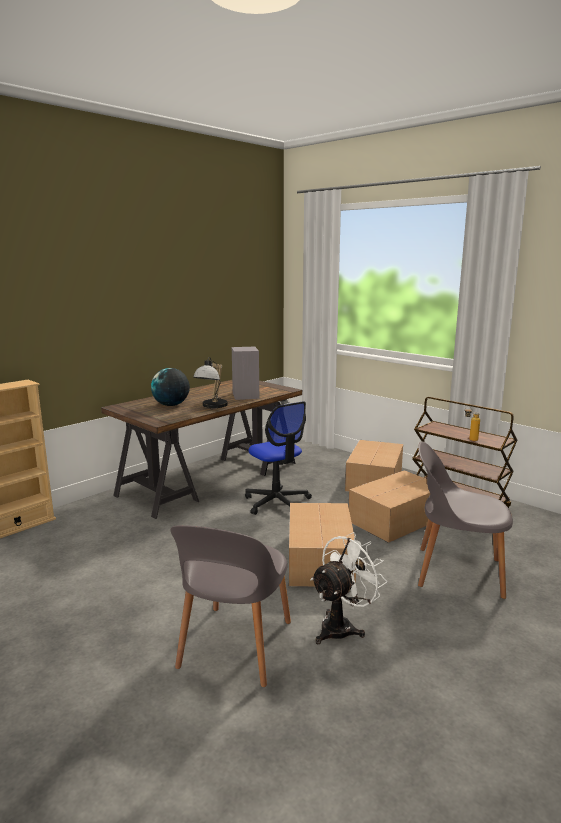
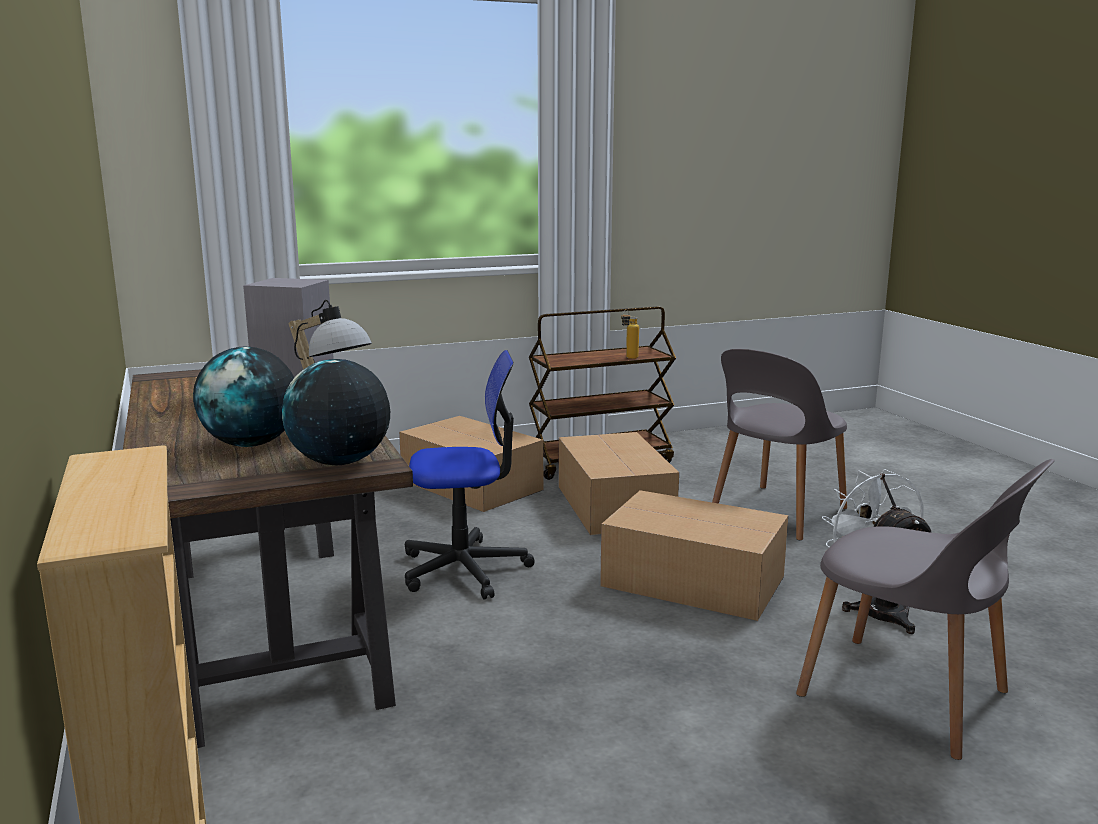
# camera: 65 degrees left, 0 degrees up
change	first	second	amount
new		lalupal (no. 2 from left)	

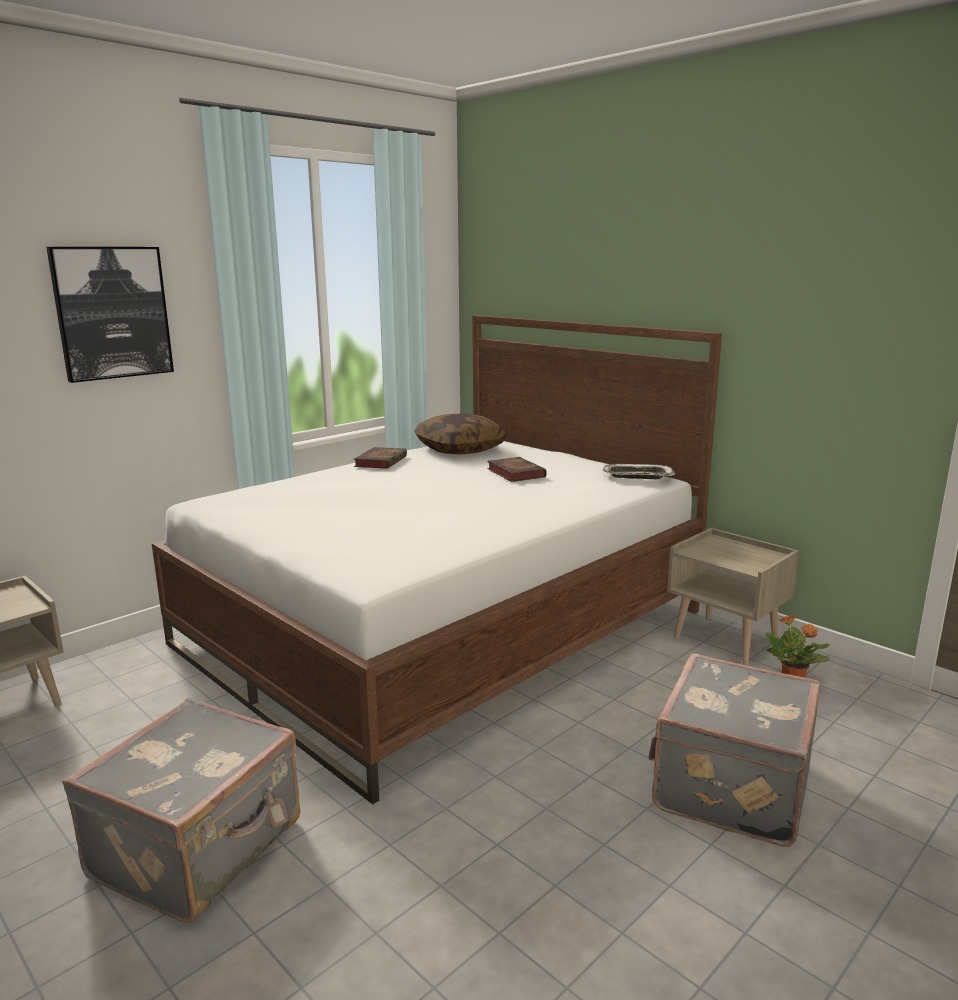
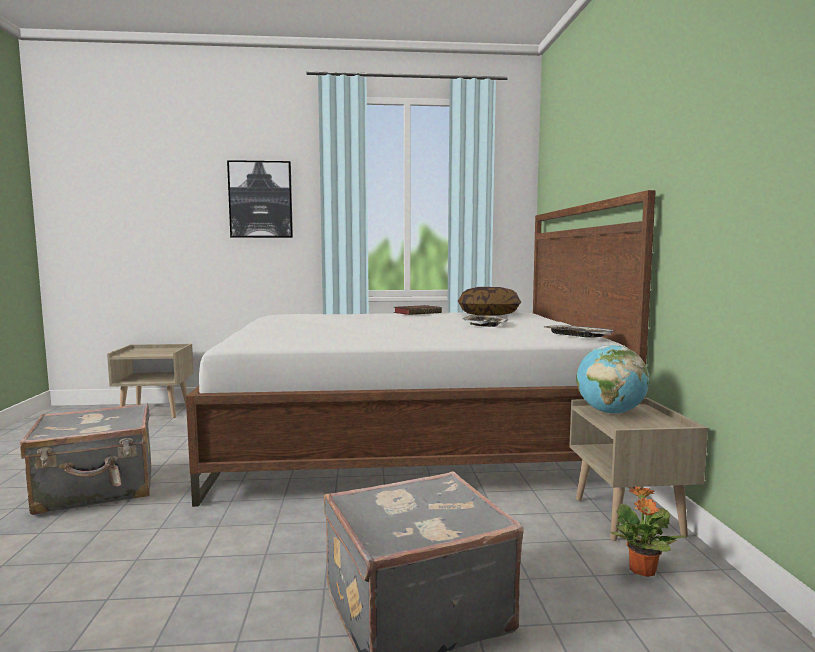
# camera: 40 degrees right, 10 degrees down
change	first	second	amount
swapped	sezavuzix (no. 2 from left)	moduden (no. 1 from left)	
new		lalupal	

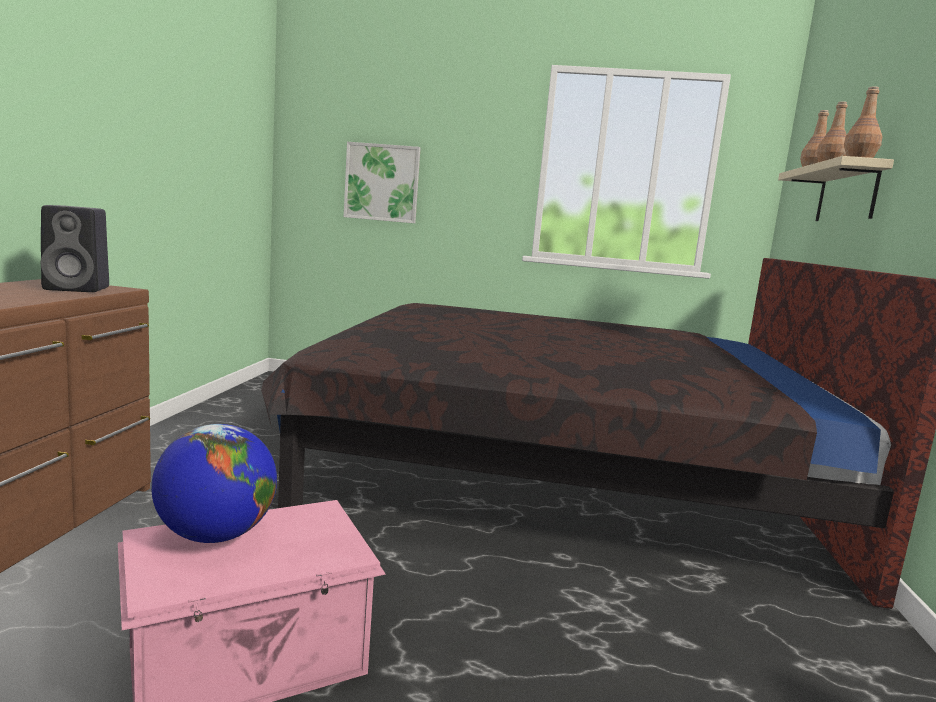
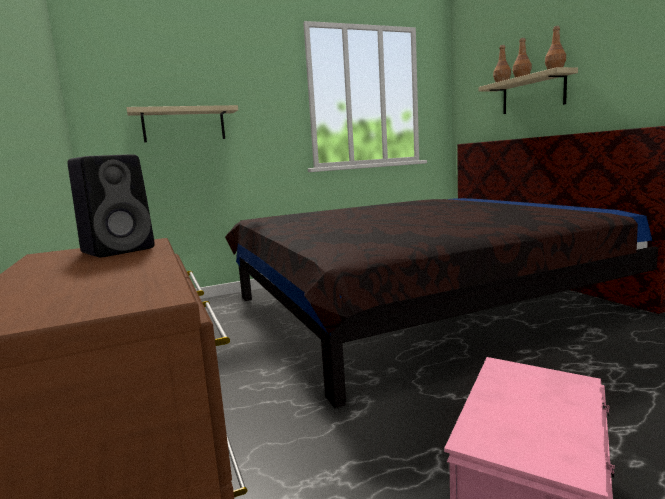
# camera: 30 degrees left, 0 degrees up
change	first	second	amount
swapped	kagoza	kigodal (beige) (no. 1 from left)	
gone	lalupal		

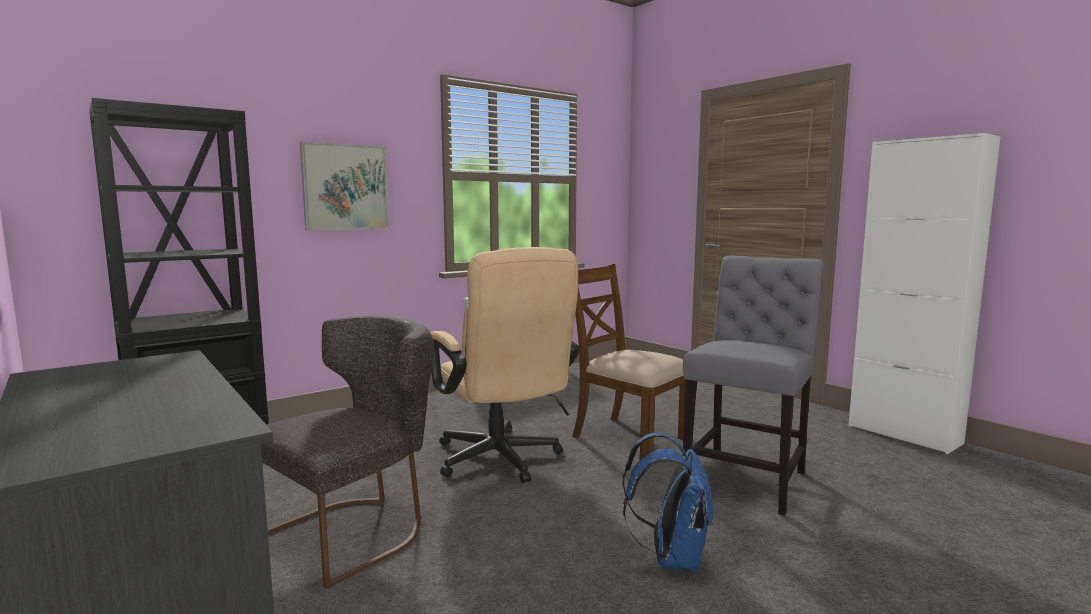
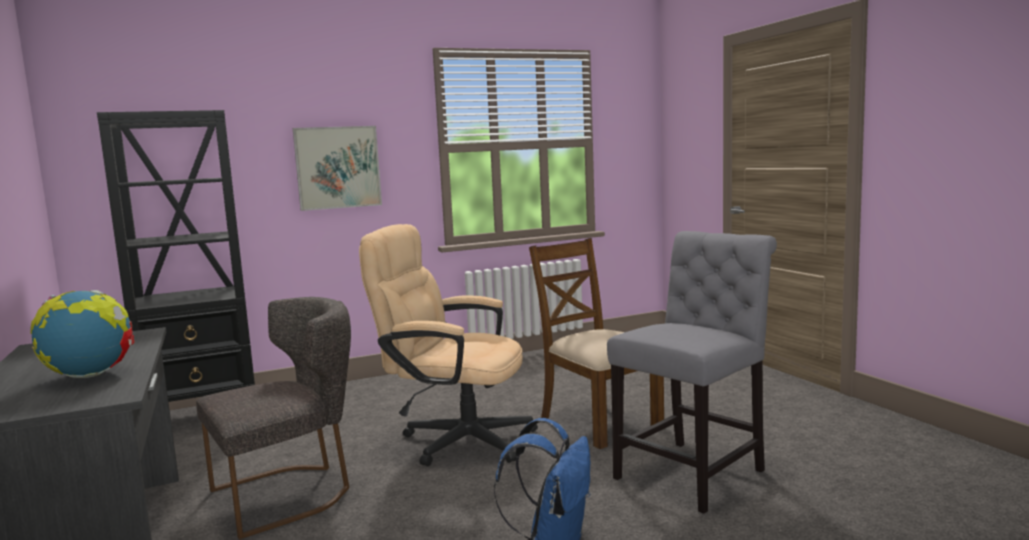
# camera: 15 degrees right, 0 degrees up
change	first	second	amount
gone	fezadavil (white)		
rotated	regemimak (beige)		120 degrees clockwise
new		lalupal	

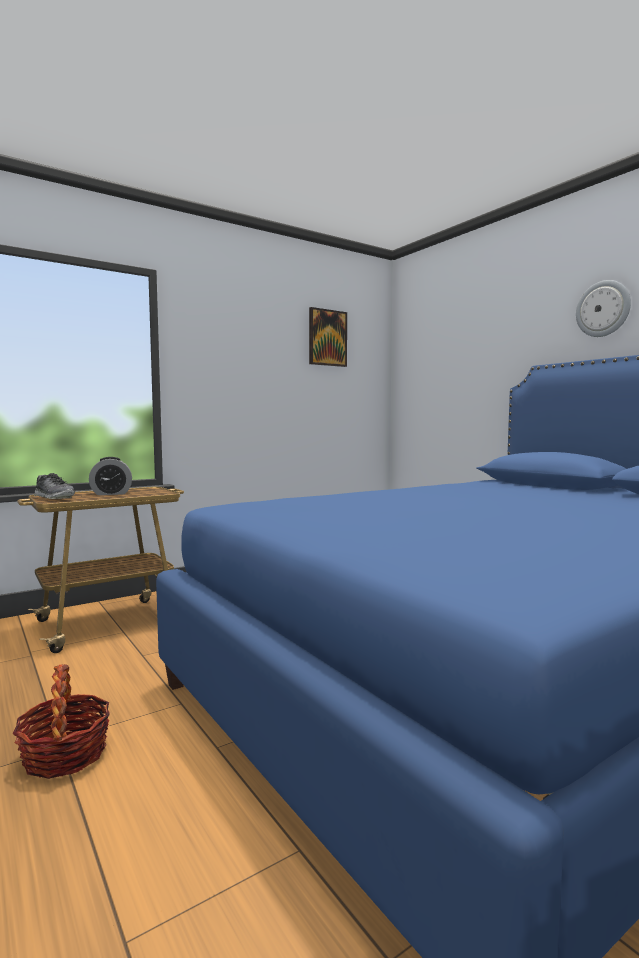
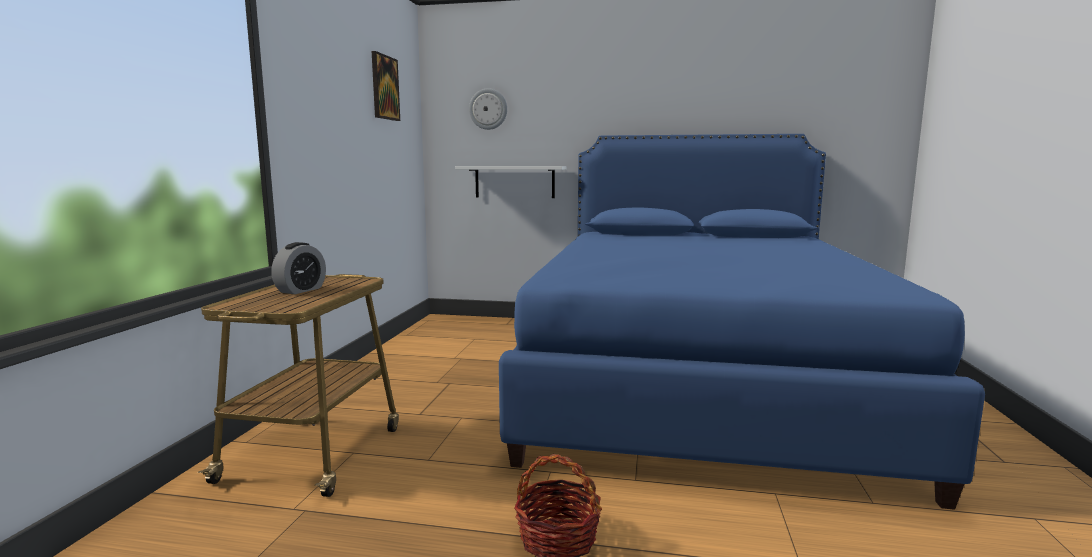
# camera: 45 degrees left, 5 degrees up
change	first	second	amount
shifted	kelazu		
gone	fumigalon		
new		kigodal (white)	

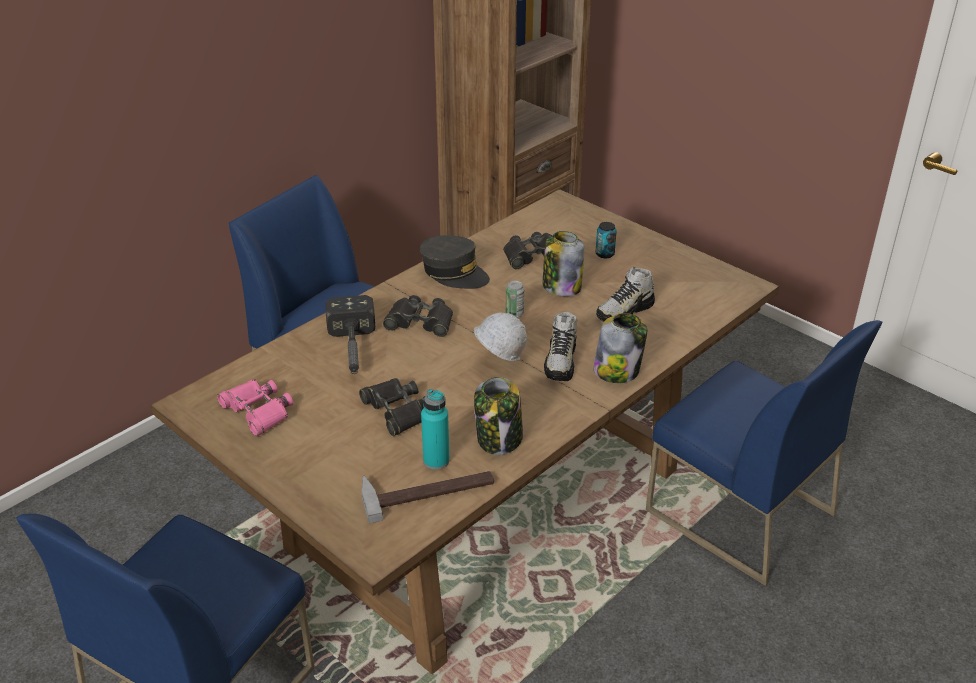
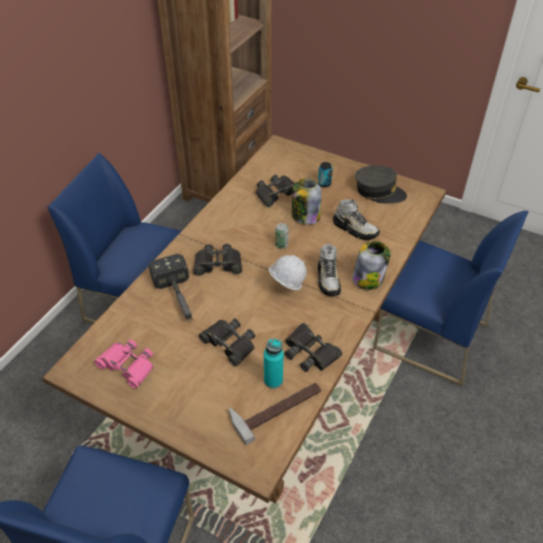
# camera: 15 degrees left, 10 degrees up
change	first	second	amount
shifted	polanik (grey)		
rotated	fumigalon (no. 2 from left)		90 degrees counterclockwise
swapped	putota (no. 1 from left)	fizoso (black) (no. 4 from left)	

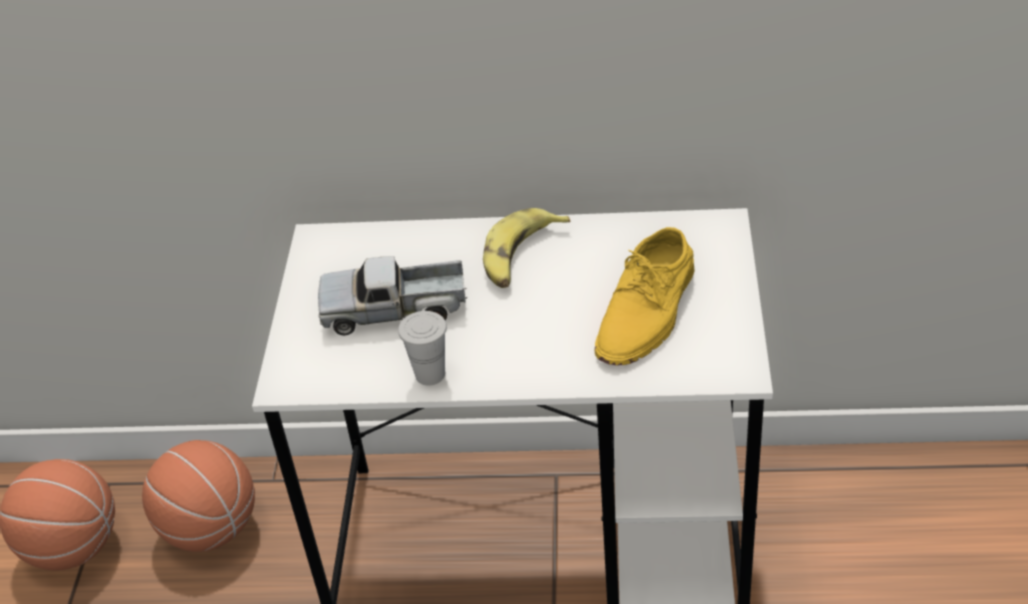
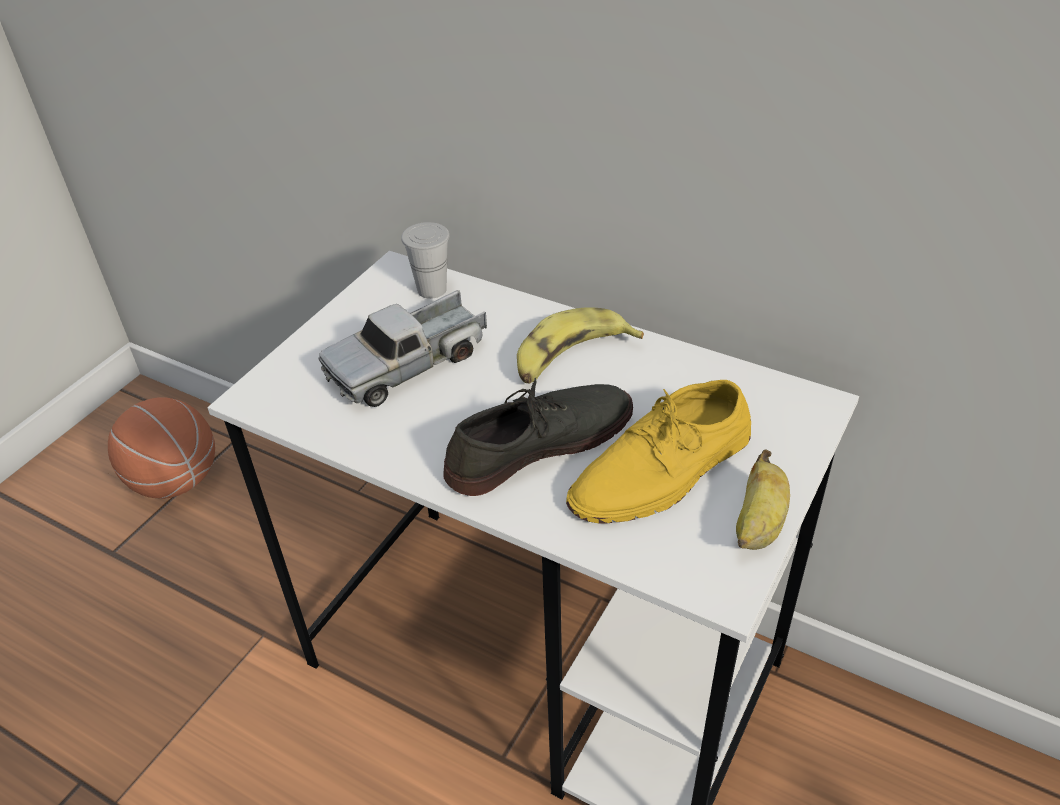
# camera: 25 degrees right, 0 degrees up
change	first	second	amount
rotated	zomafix		60 degrees counterclockwise
shifted	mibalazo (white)		
gone	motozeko (no. 2 from left)		
new		fumigalon (grey)	
new		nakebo (no. 2 from left)	

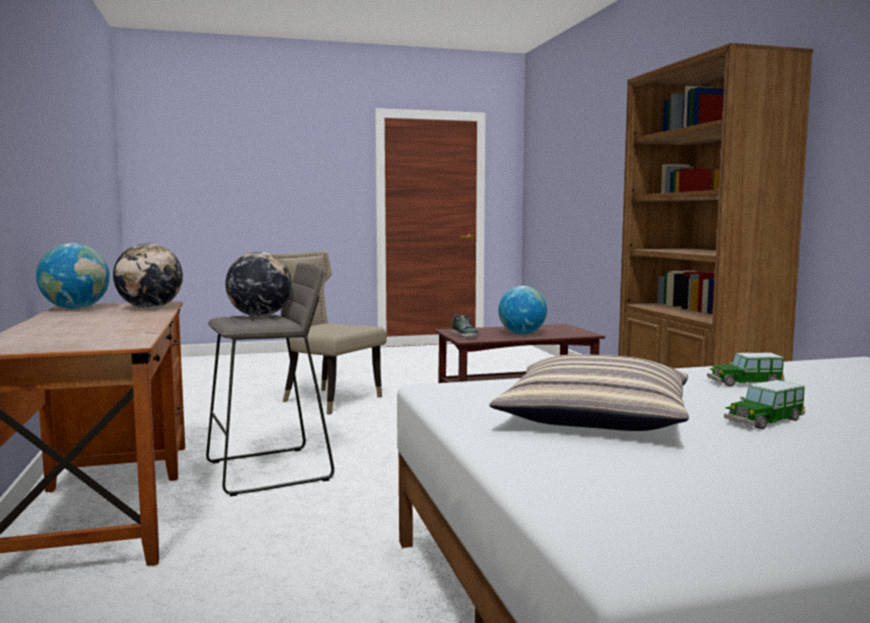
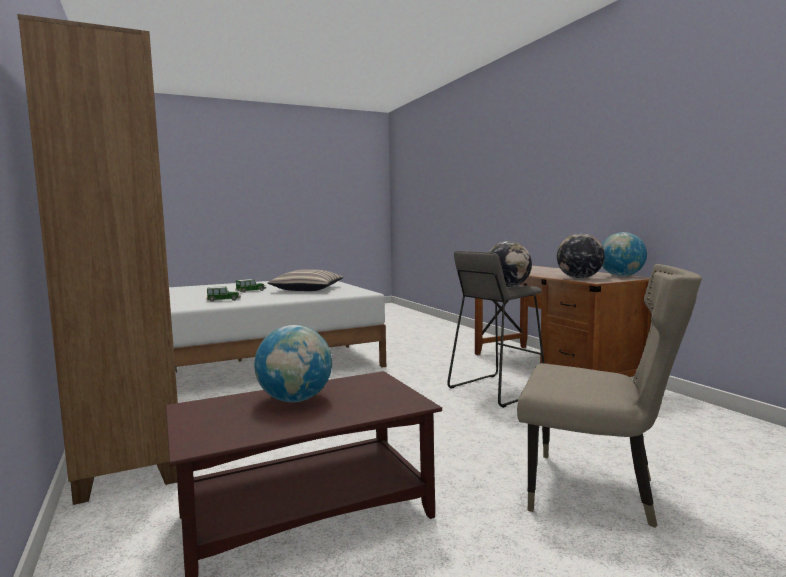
# camera: 170 degrees right, 0 degrees up
change	first	second	amount
gone	fumigalon		

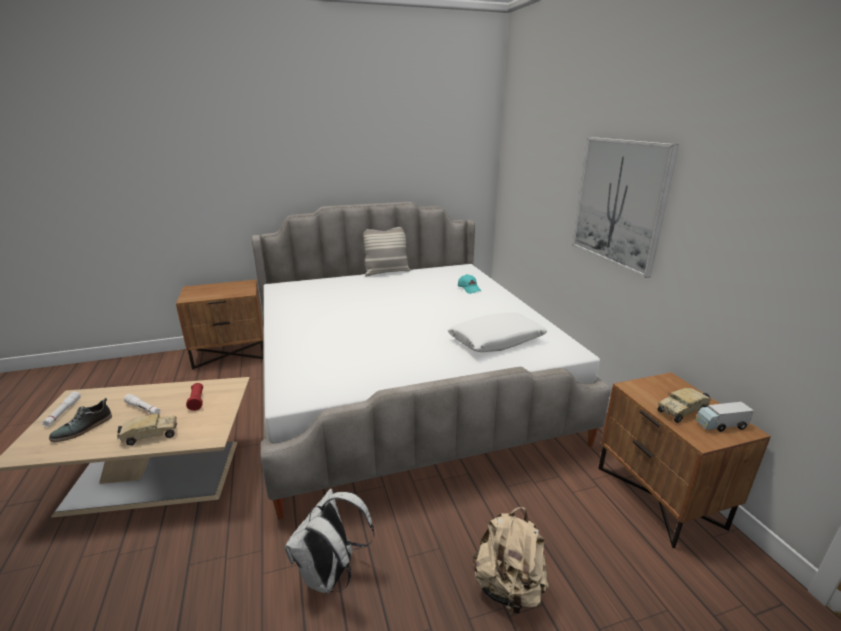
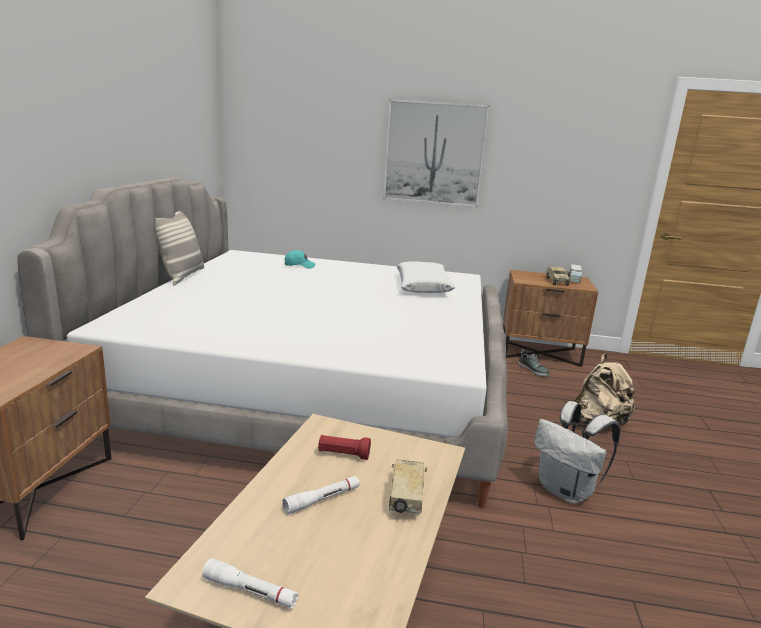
# camera: 65 degrees left, 5 degrees down
change	first	second	amount
shifted	fumigalon		

